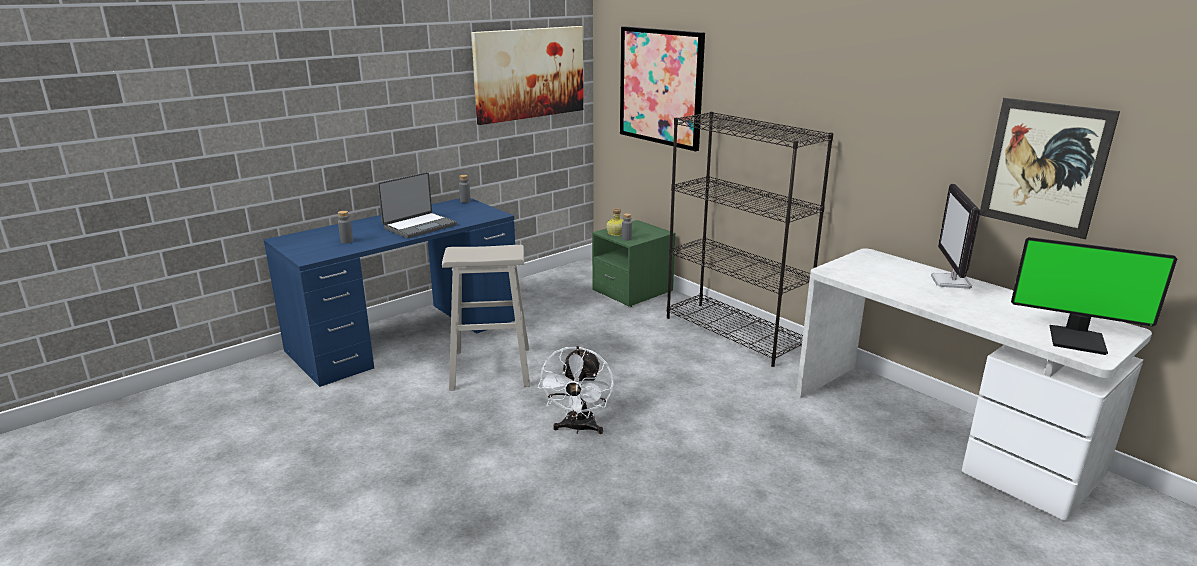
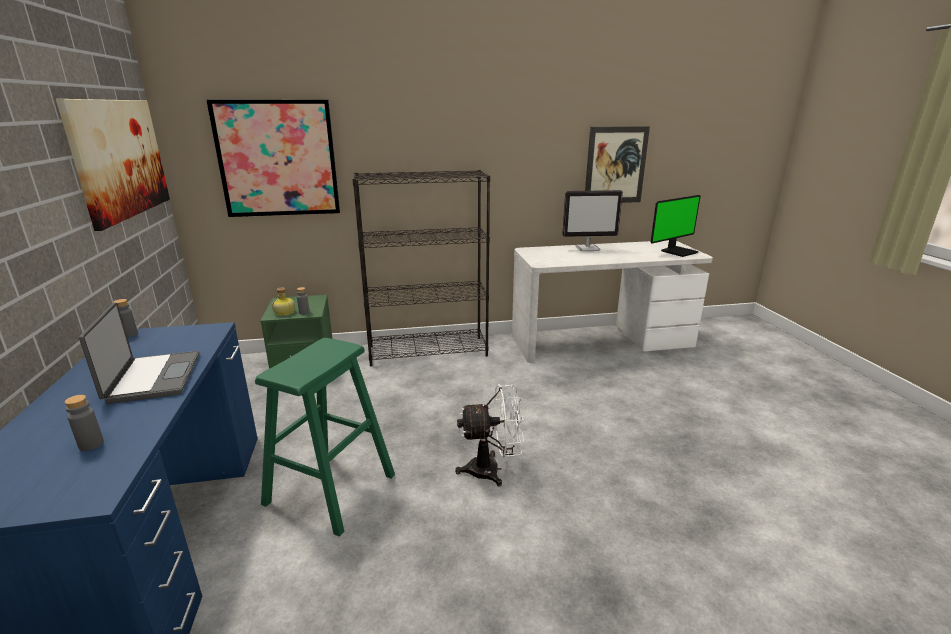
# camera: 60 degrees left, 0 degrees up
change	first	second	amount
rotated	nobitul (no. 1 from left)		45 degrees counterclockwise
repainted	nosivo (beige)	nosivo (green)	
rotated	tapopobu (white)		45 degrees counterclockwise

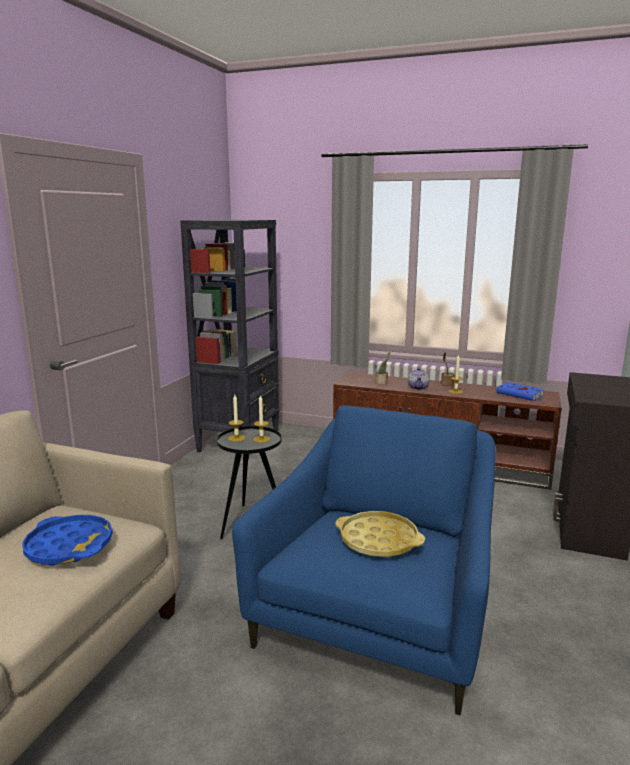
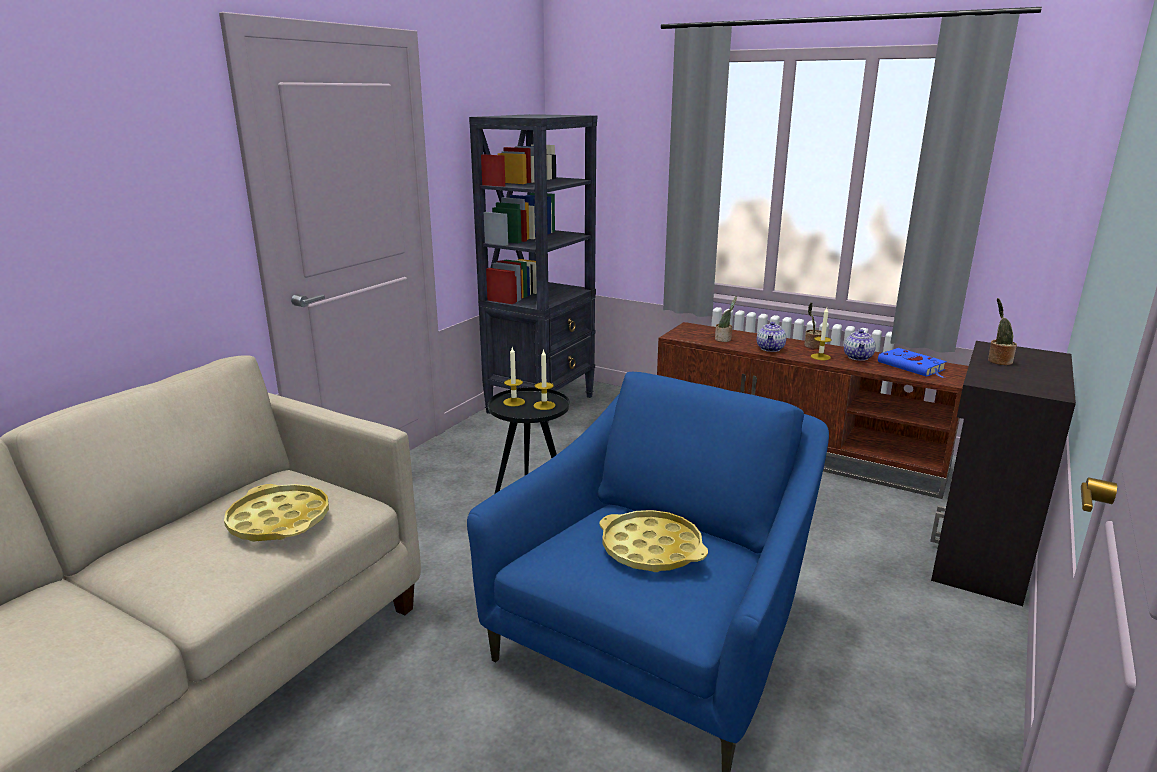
# camera: 10 degrees right, 5 degrees up
change	first	second	amount
repainted	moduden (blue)	moduden (yellow) (no. 1 from left)	
new		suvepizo (no. 3 from left)	
new		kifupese (no. 2 from left)	

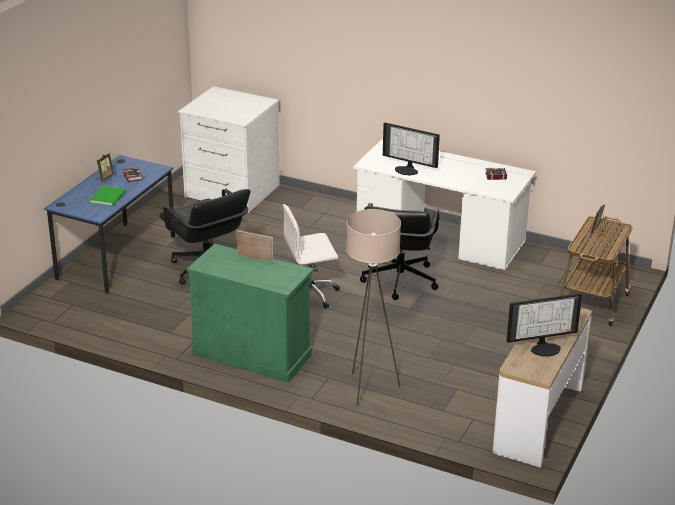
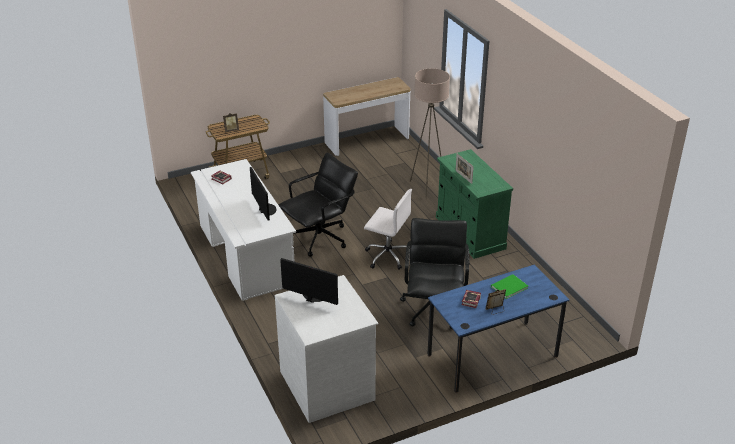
# camera: 140 degrees left, 5 degrees up
change	first	second	amount
shifted	nobitul (no. 2 from left)		

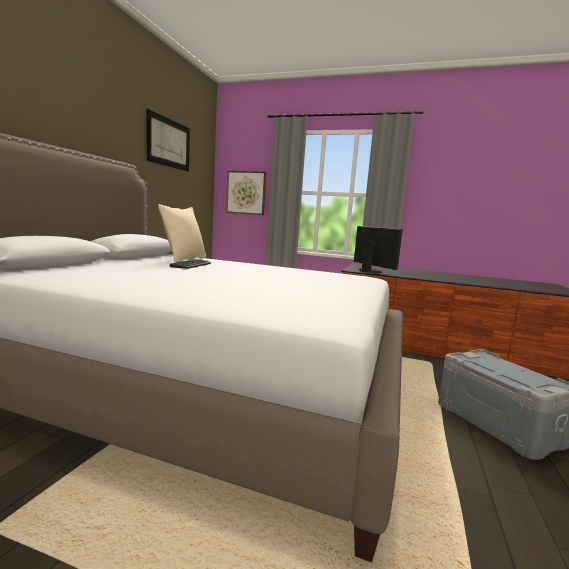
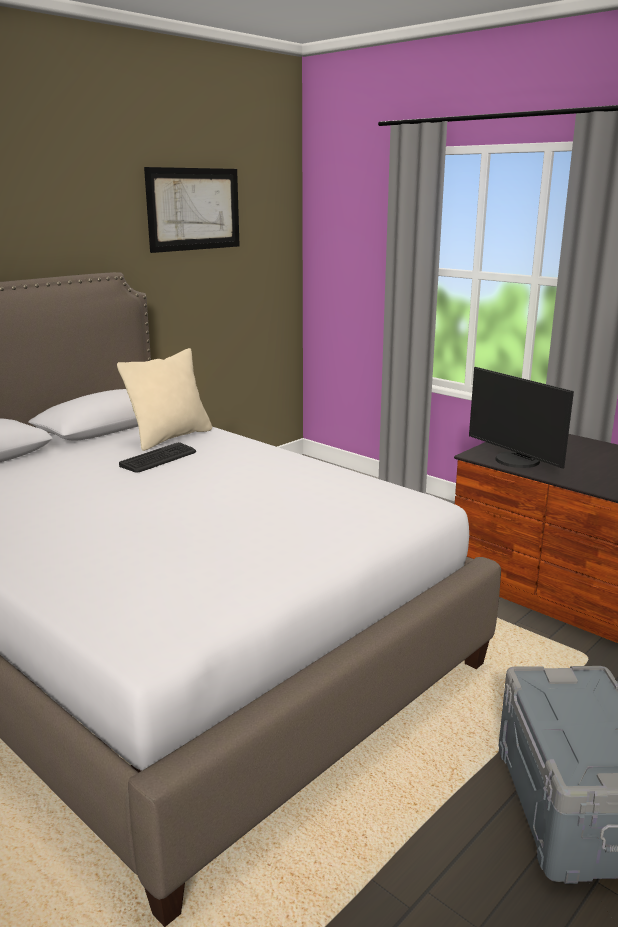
# camera: 25 degrees right, 10 degrees up
change	first	second	amount
gone	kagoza (no. 2 from left)		
rotated	nobitul		150 degrees clockwise

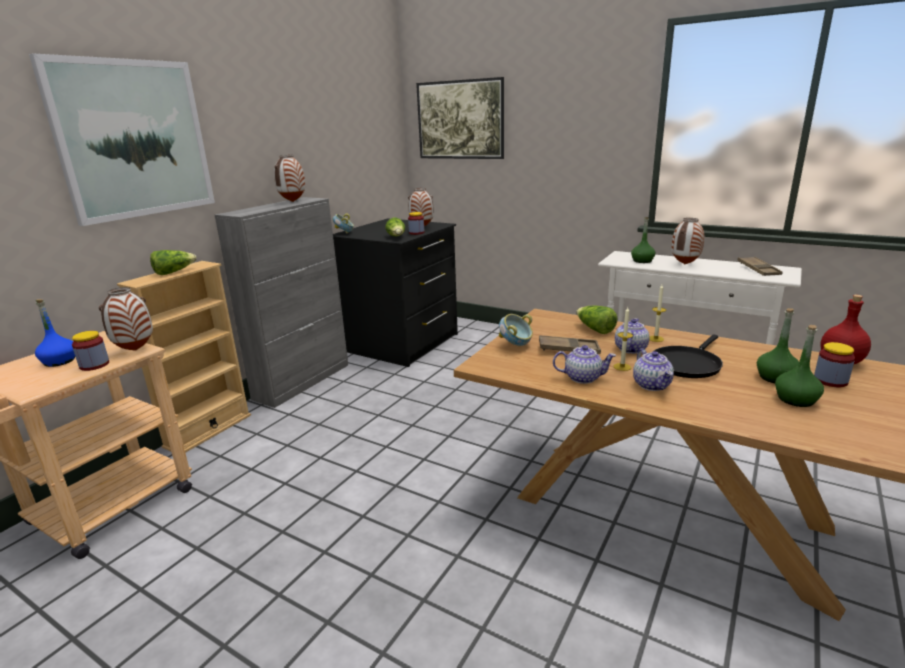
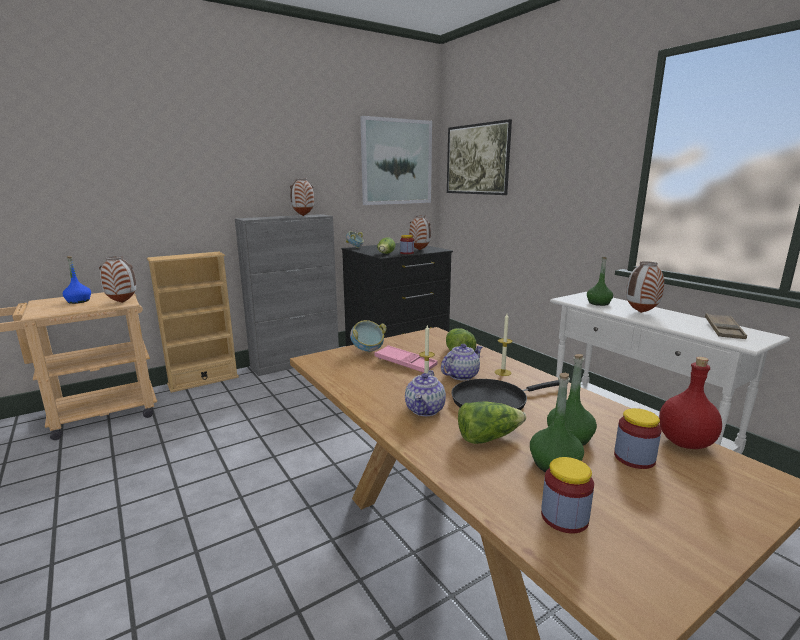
# camera: 25 degrees right, 5 degrees down
change	first	second	amount
shifted	kagoza (no. 1 from left)		
shifted	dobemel (no. 1 from left in the first image)	dobemel (no. 3 from left)	
shifted	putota (no. 1 from left in the first image)	putota (no. 2 from left)	
repainted	moduden (brown) (no. 1 from left)	moduden (pink)	
gone	kifupese (no. 1 from left)		

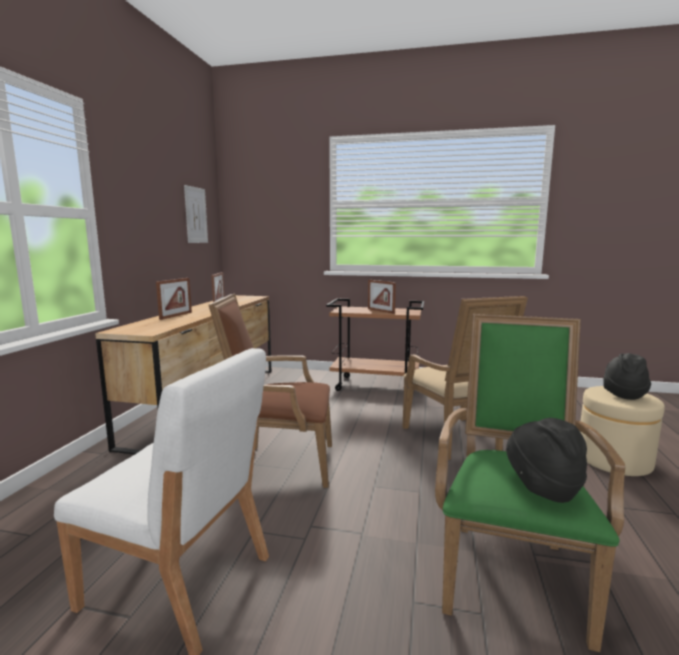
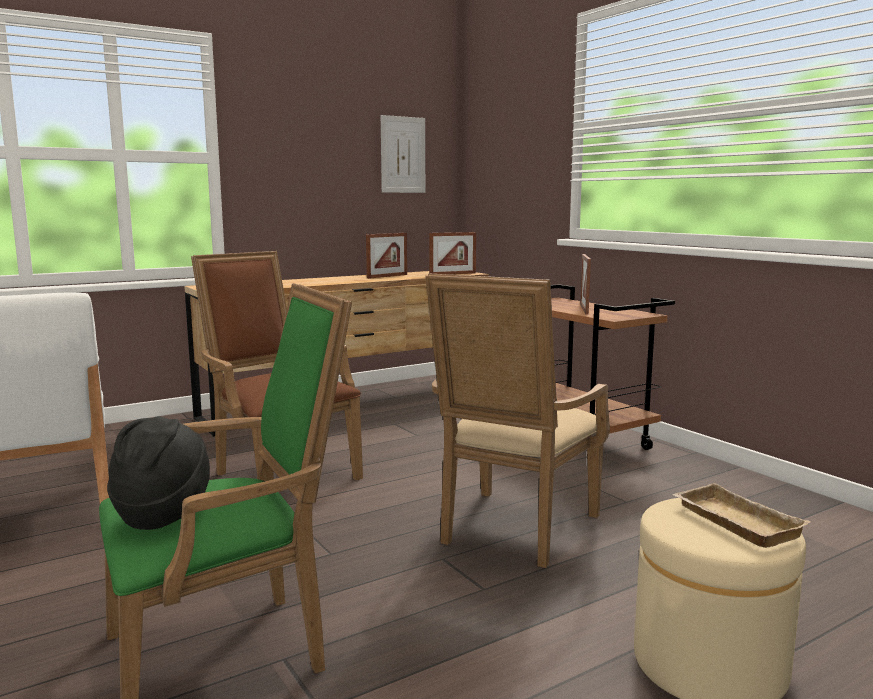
# camera: 45 degrees right, 0 degrees up
change	first	second	amount
shifted	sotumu (no. 1 from left in the first image)	sotumu (no. 2 from left)	
swapped	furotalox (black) (no. 2 from left)	moduden (beige)	

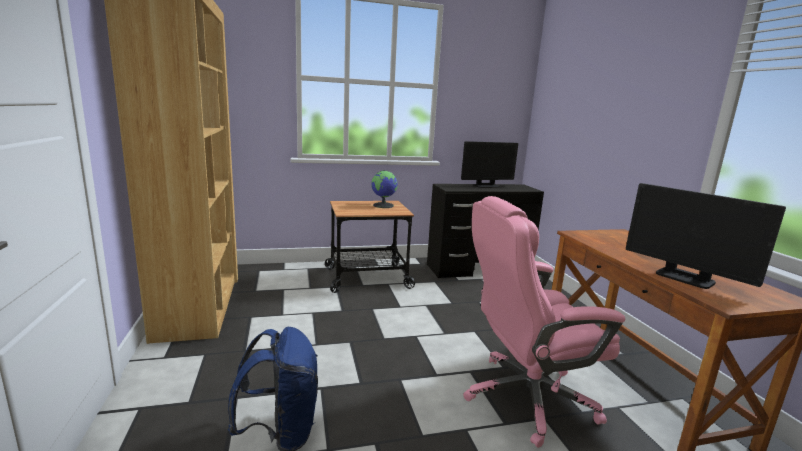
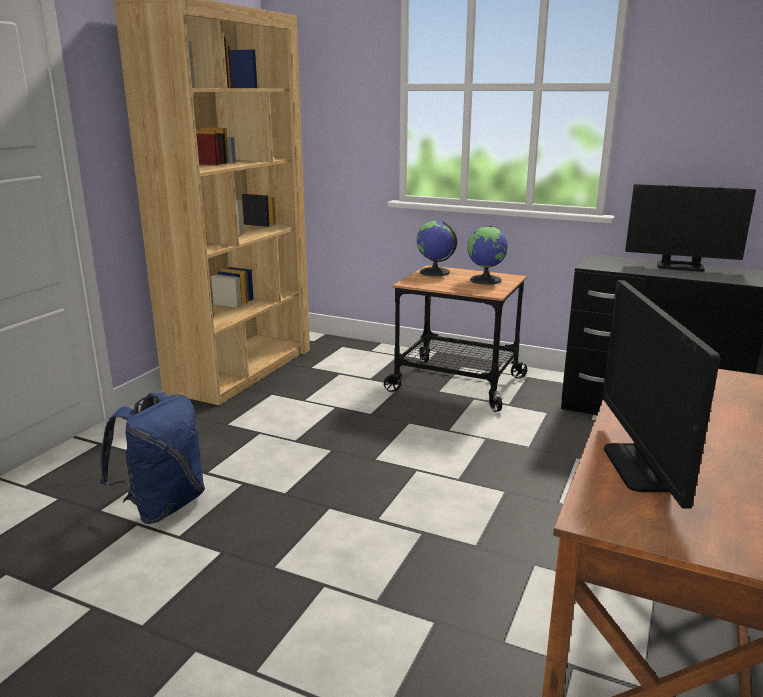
# camera: 40 degrees right, 5 degrees up
change	first	second	amount
gone	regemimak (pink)		
new		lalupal (no. 1 from left)	

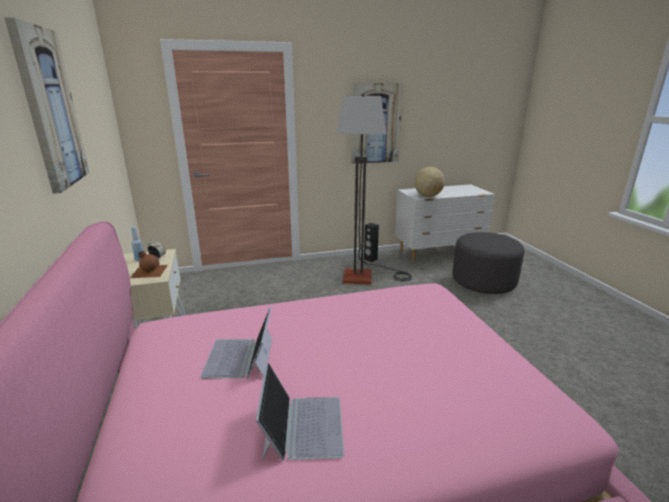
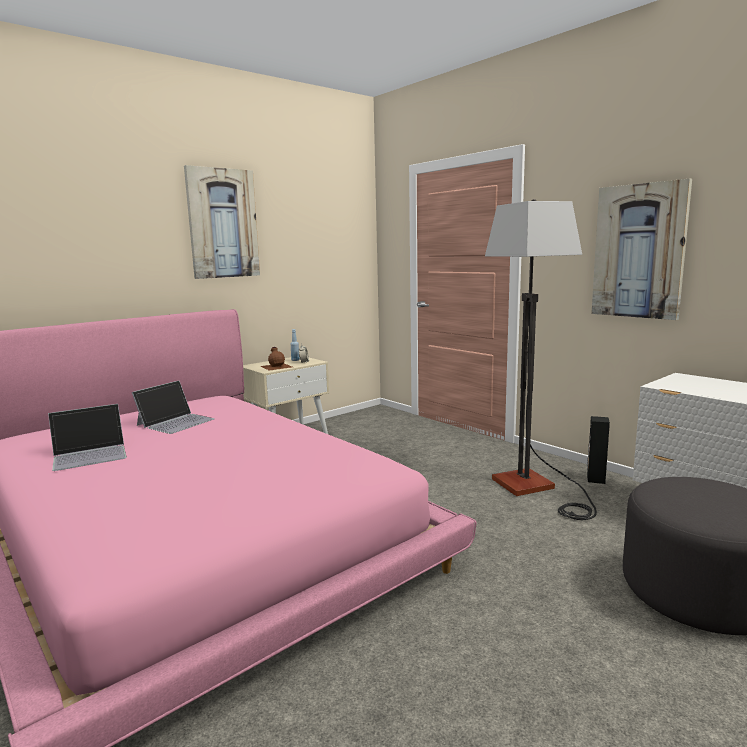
# camera: 65 degrees right, 10 degrees down
change	first	second	amount
gone	lalupal		
rotated	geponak (no. 1 from left in the first image)	geponak (no. 2 from left)	150 degrees clockwise

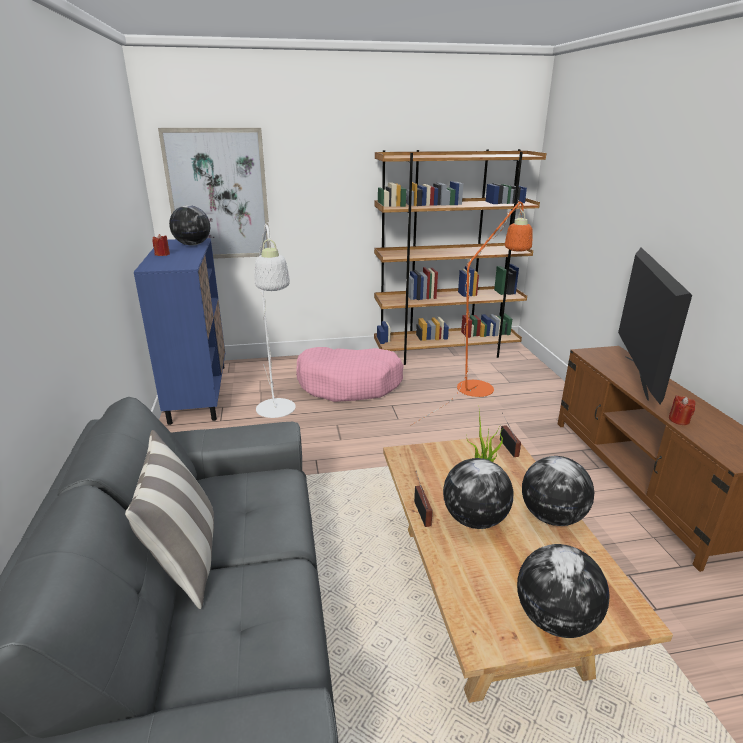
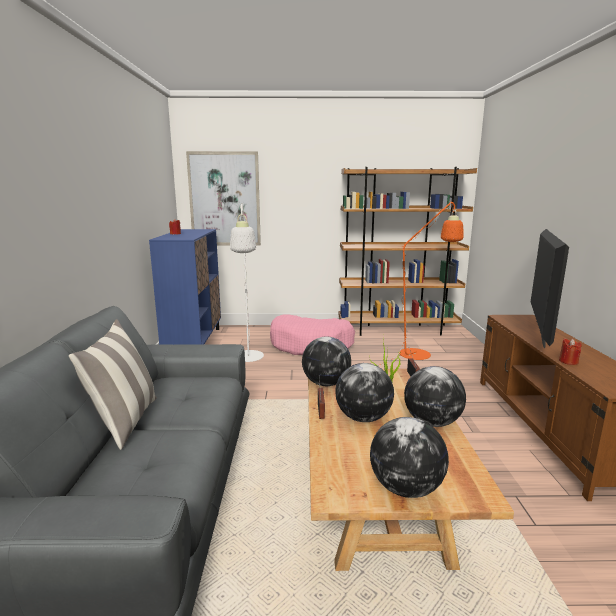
# camera: 10 degrees right, 10 degrees down
change	first	second	amount
shifted	lalupal (no. 1 from left)		

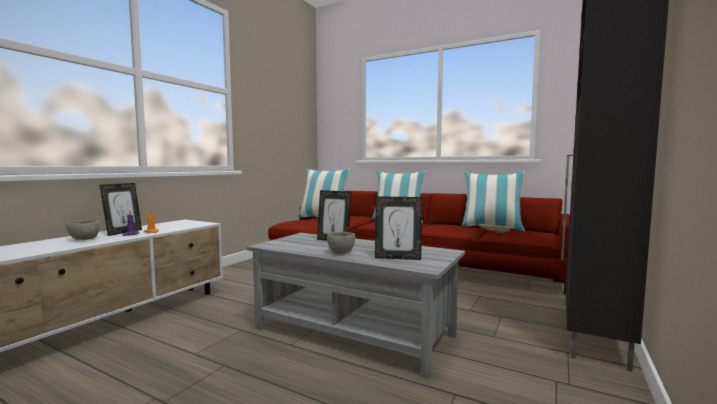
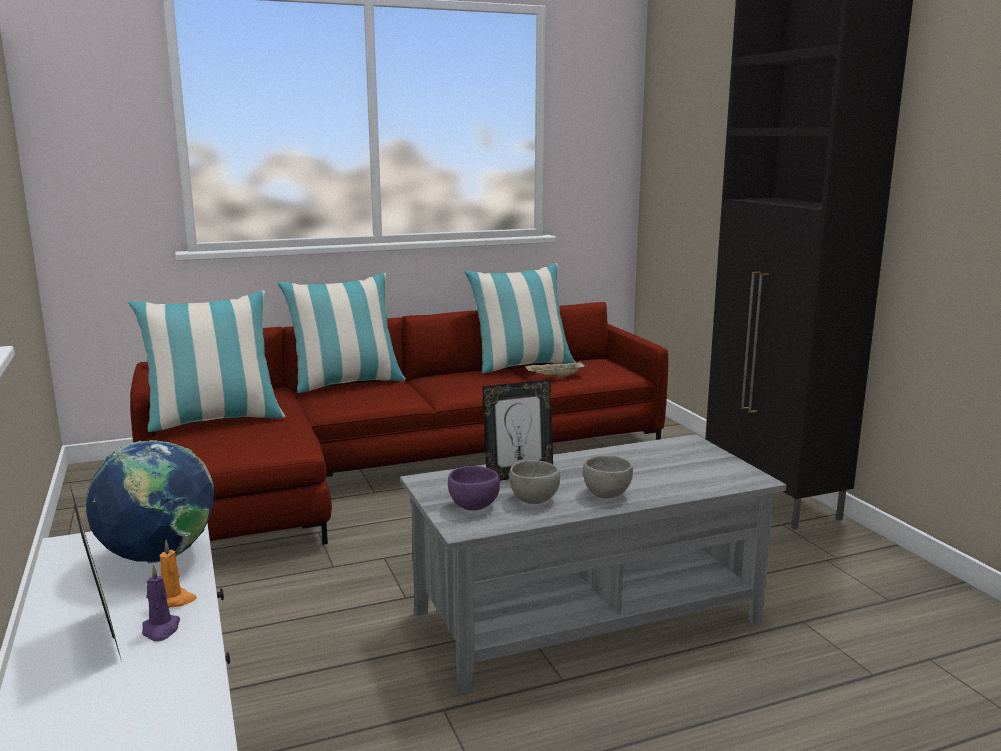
# camera: 50 degrees left, 10 degrees up
change	first	second	amount
gone	sotumu (no. 3 from left)		
shifted	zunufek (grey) (no. 1 from left)		
new		lalupal	
new		zunufek (purple)	

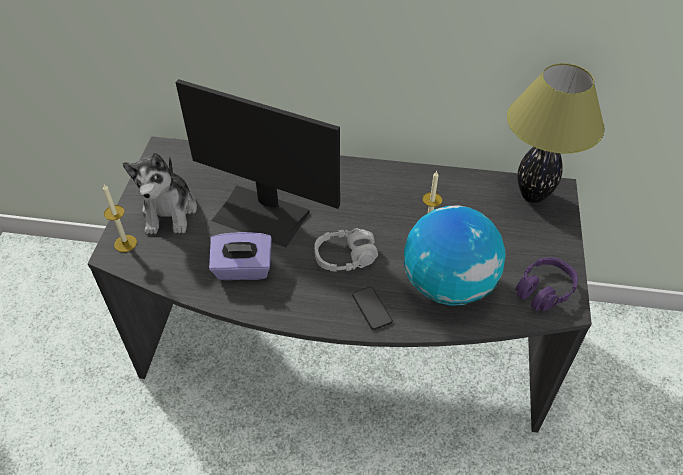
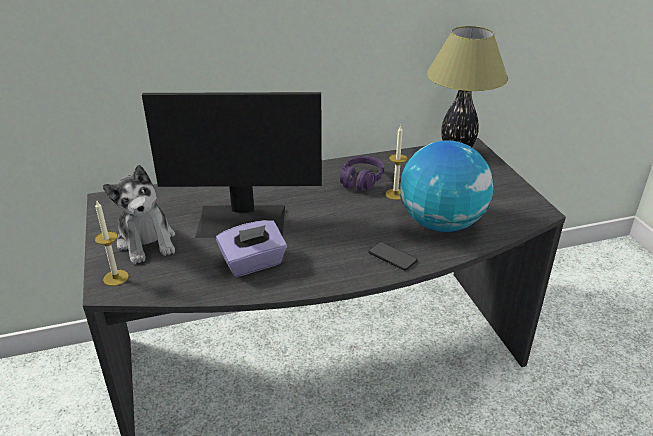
# camera: 25 degrees left, 15 degrees down
change	first	second	amount
gone	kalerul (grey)		
shifted	kalerul (purple)		

